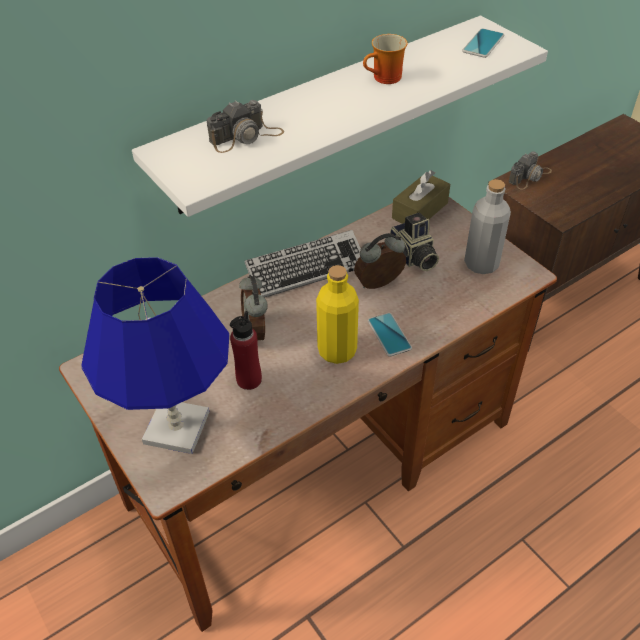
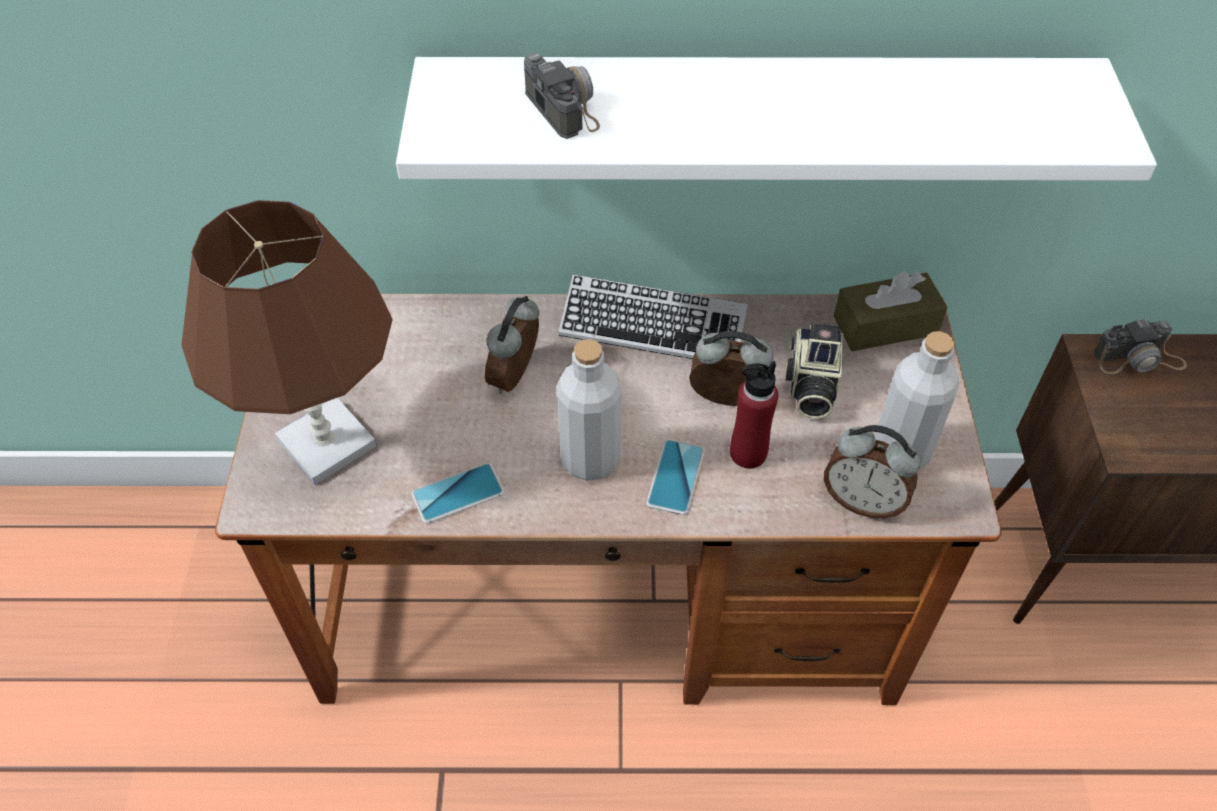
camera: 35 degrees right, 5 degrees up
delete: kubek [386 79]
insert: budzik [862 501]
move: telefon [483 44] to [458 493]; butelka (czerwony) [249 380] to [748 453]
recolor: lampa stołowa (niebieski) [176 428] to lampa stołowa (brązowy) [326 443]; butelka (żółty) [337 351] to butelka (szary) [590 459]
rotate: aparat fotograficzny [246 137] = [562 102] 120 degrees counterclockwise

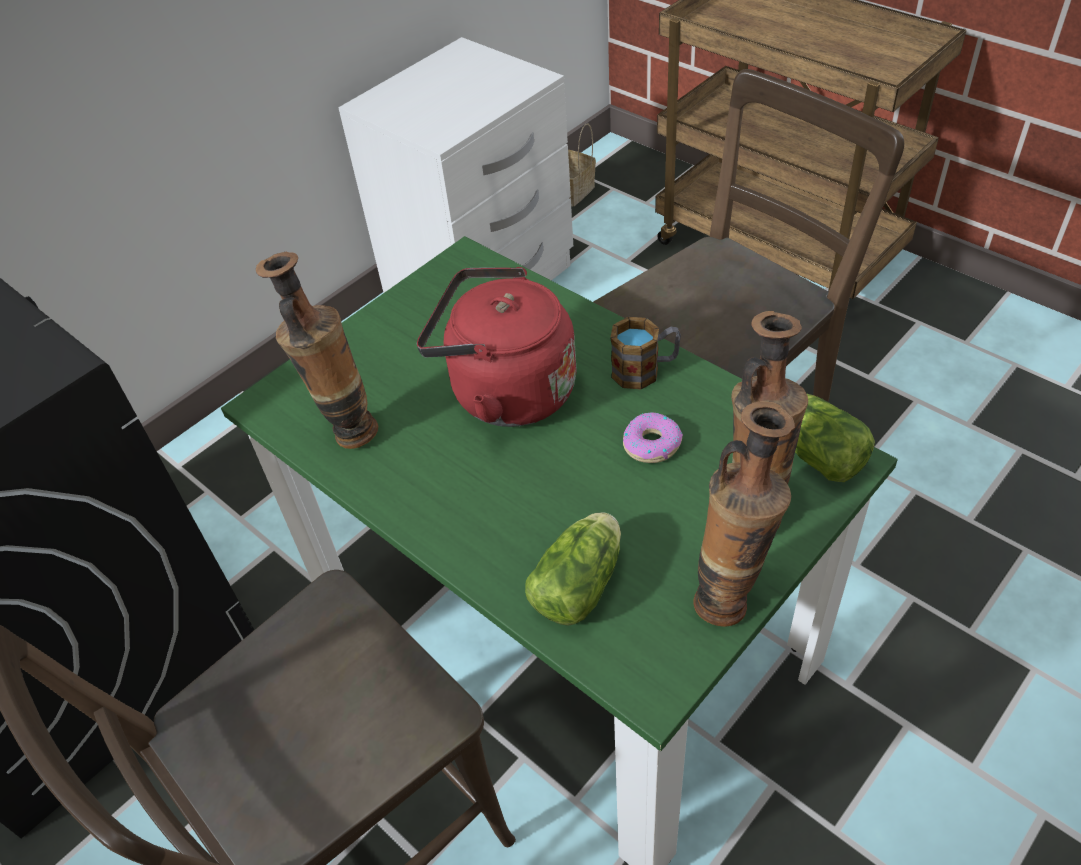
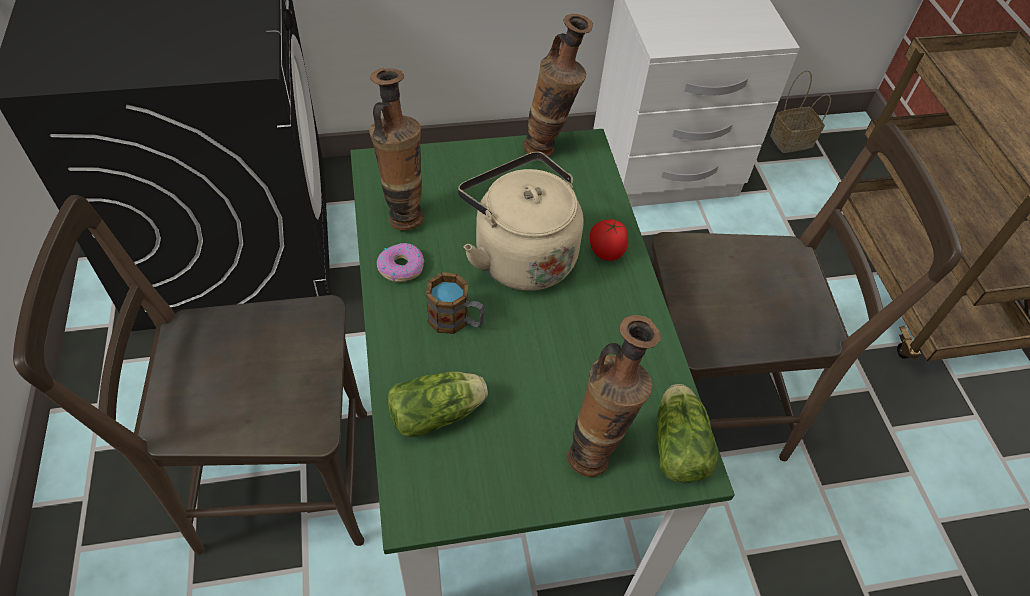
camera: 30 degrees right, 5 degrees up
insert: pomidor [606 252]
move: donut [651 444] to [401 267]; kubek [645 370] to [456 320]; wazon [731 595] to [549 150]
recolor: czajnik (czerwony) [505 391] to czajnik (beżowy) [520 255]

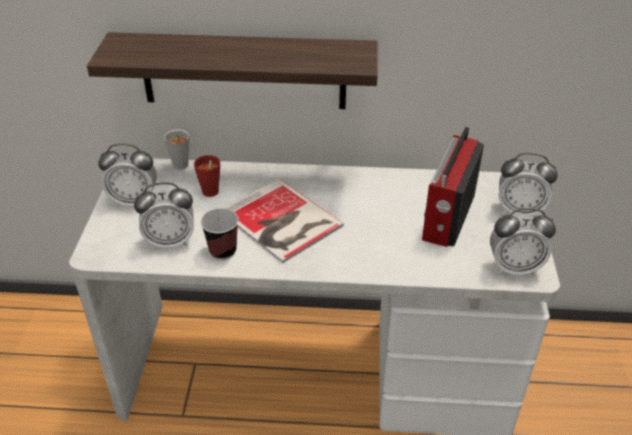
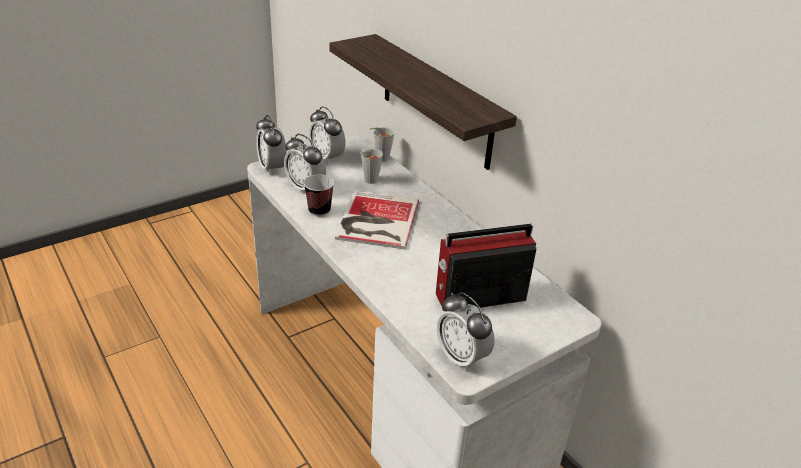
camera: 50 degrees right, 5 degrees down
move: budzik [519 211] to [272 168]
recolor: filiżanka (czerwony) [210 194] to filiżanka (szary) [368 181]

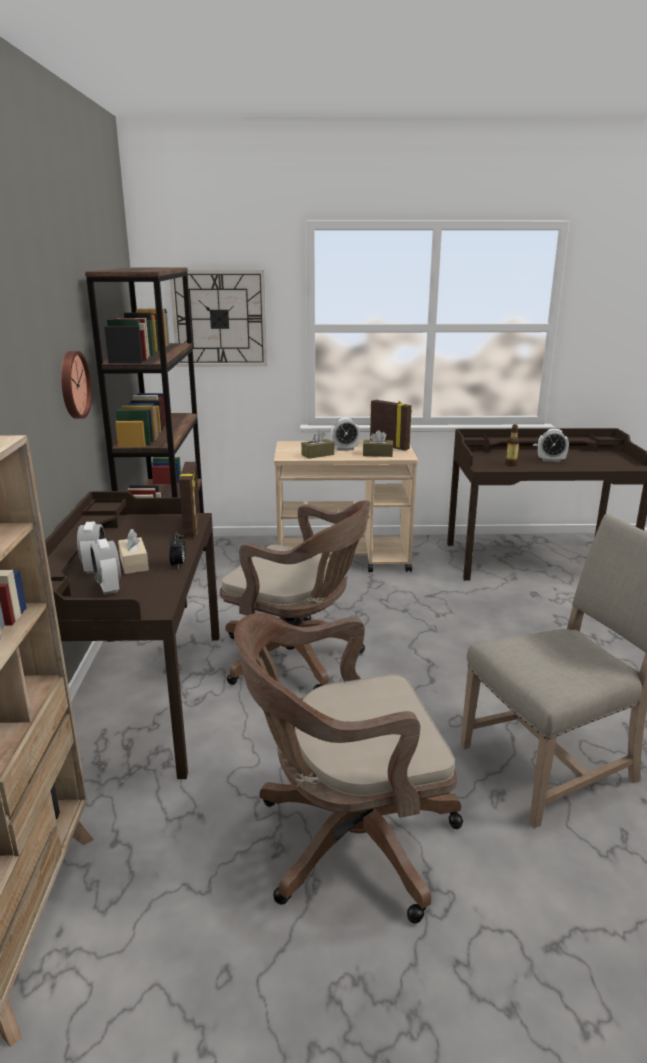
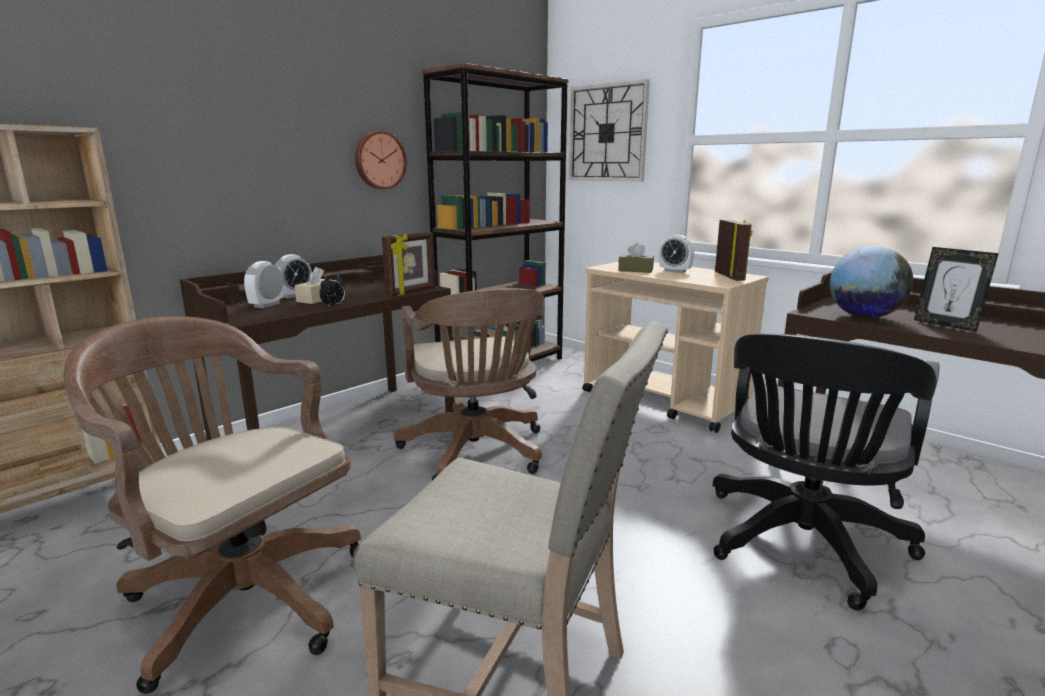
camera: 45 degrees right, 5 degrees down
delete: pudełko chusteczek (brązowy) [377 454]
insert: krzesło biurowe (czarny) [801 545]
replace: butelka [511 464] to globus [863 317]; budzik [551 460] to ramka na zdjęcie [946 325]

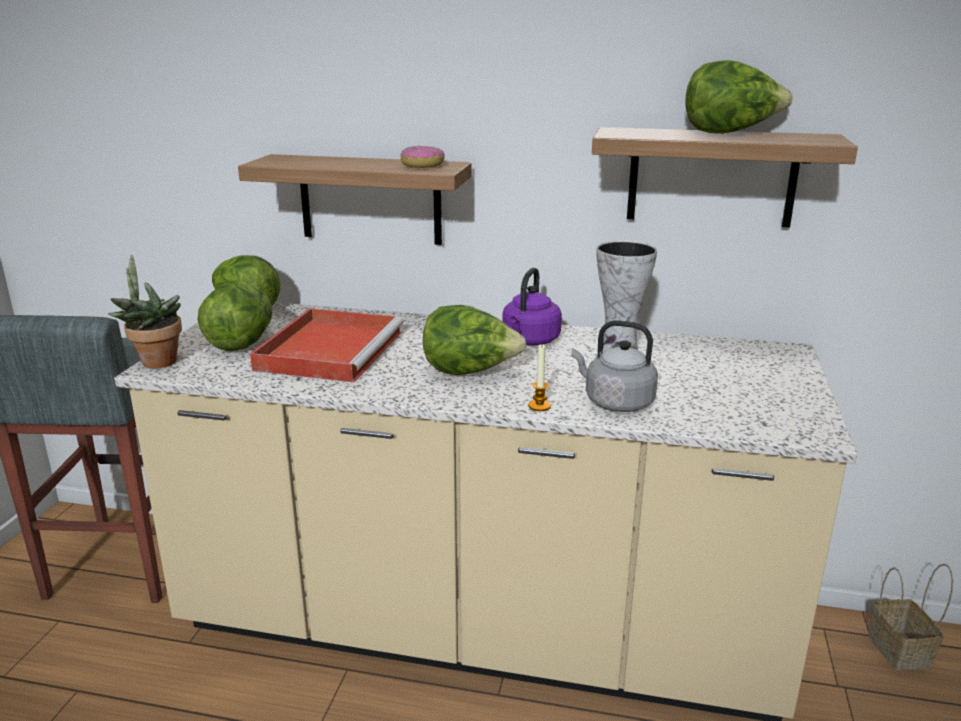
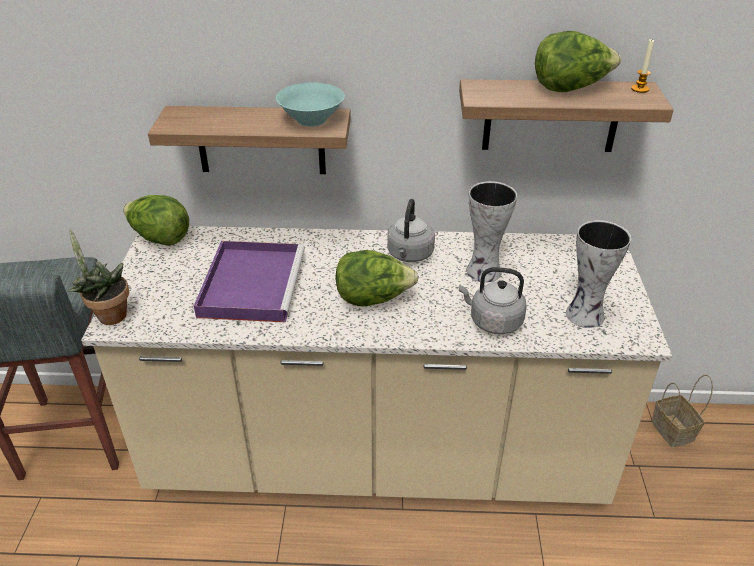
camera: 10 degrees left, 15 degrees up
delete: sałata [241 343]
insert: wazon [585 316]
move: świeca [539 406] to [640 89]
replace: donut [423 165] to miska (turkusowy) [312 120]
recolor: taca (czerwony) [331 349] to taca (fioletowy) [252 283]; czajnik (fioletowy) [529 341] to czajnik (szary) [409 255]

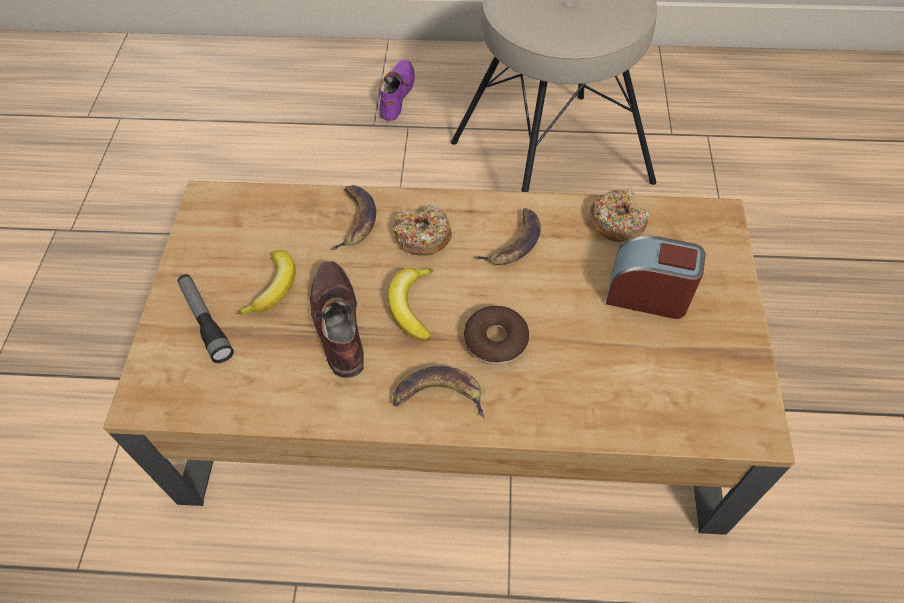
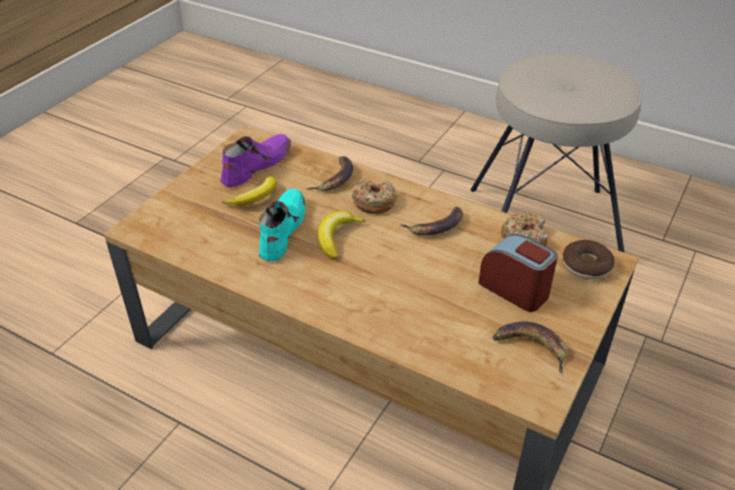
camera: 25 degrees right, 15 degrees down
delete: latarka [206 322]
move: but (fioletowy) [396 95] to [256 166]; banan [438 395] to [530 347]; donut [496 341] to [586 266]
recolor: but (brązowy) [337 323] to but (turkusowy) [281 230]

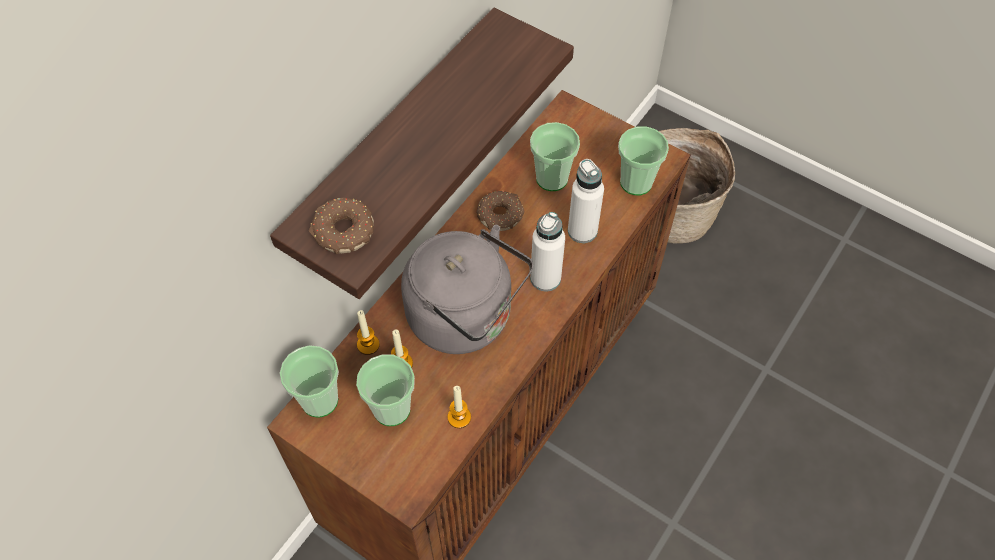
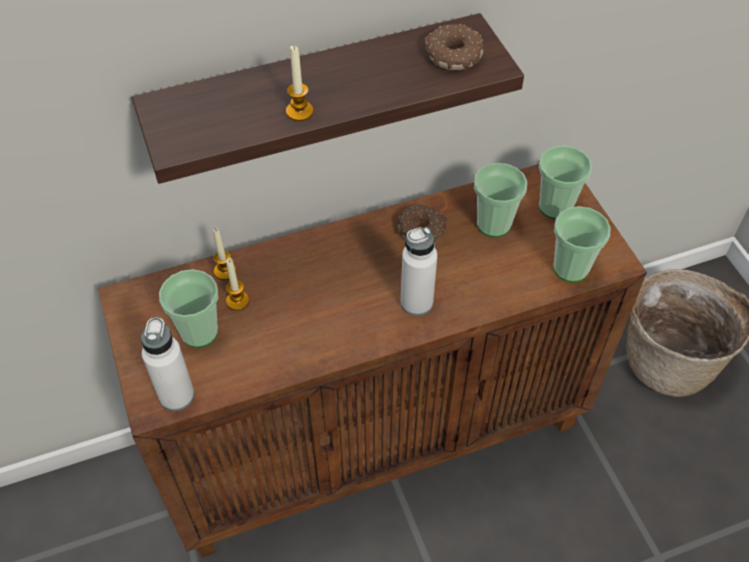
camera: 35 degrees right, 5 degrees down
delete: czajnik (szary) [466 318]
move: butelka (biały) [582 231] to [176 396]; świeca [459 417] to [299 111]; donut [342 231] to [452 55]; filiżanka [319 400] to [555 206]

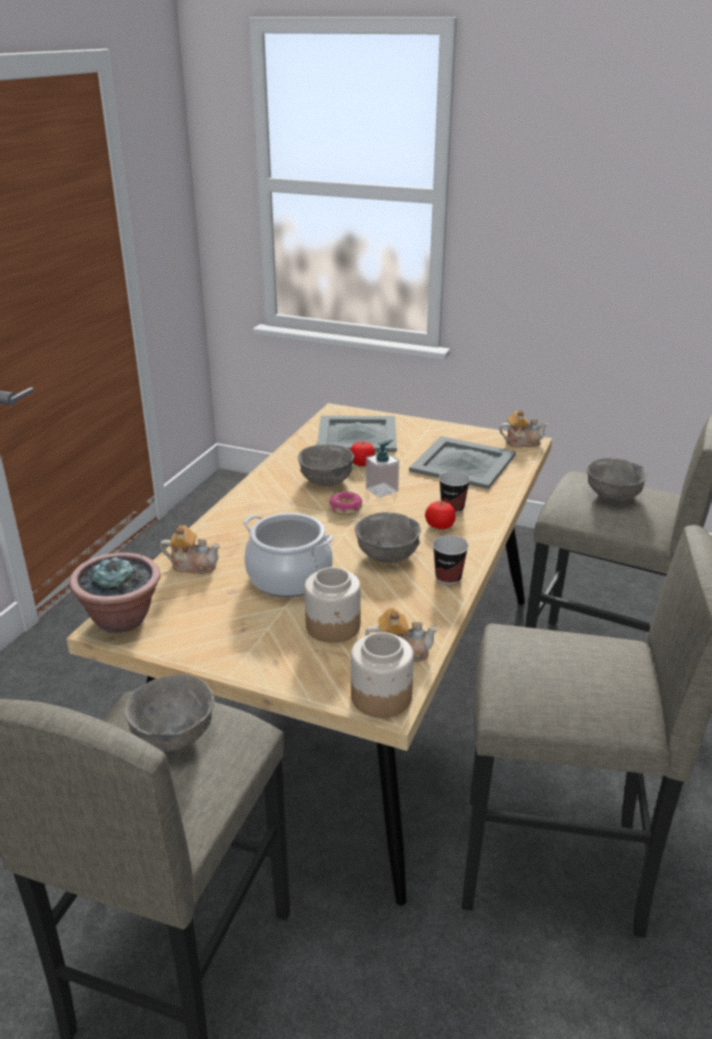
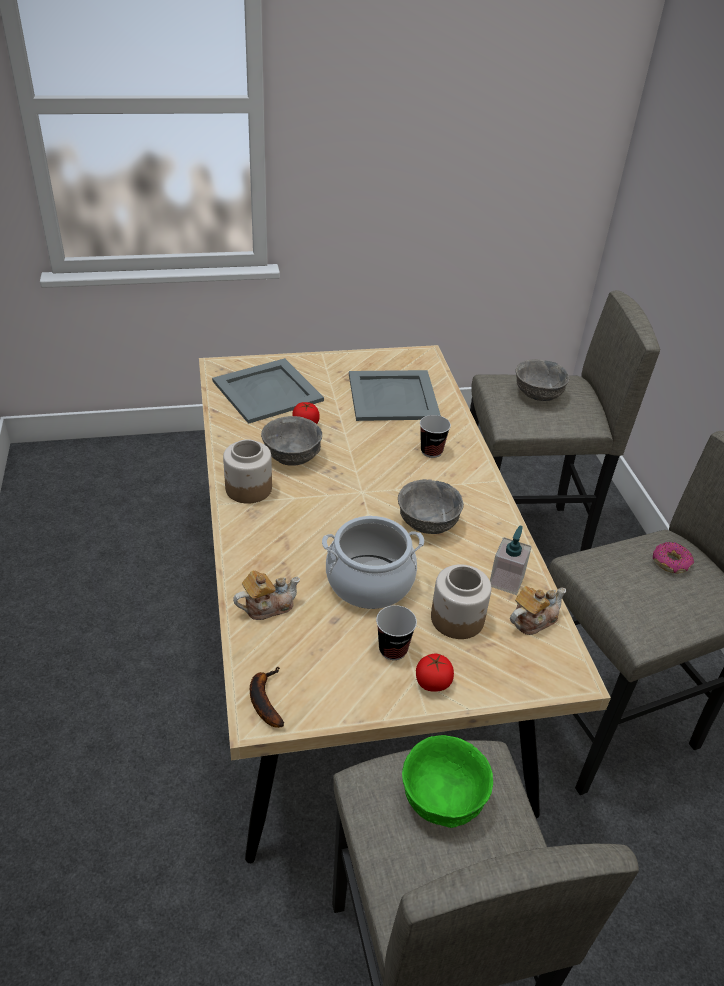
camera: 35 degrees left, 10 degrees up
delete: imbryk [521 442]
move: słoik [380 697] to [248 489]; filiżanka [448 578] to [393 649]; pomidor [439 526] to [432 682]; dozownik mydła [382 490] to [506 581]; donut [345 508] to [671 563]
replace: roślina doniczkowa [122 619] to banan [264 699]
recolor: miska (szary) [174 735] to miska (zielony) [444 798]

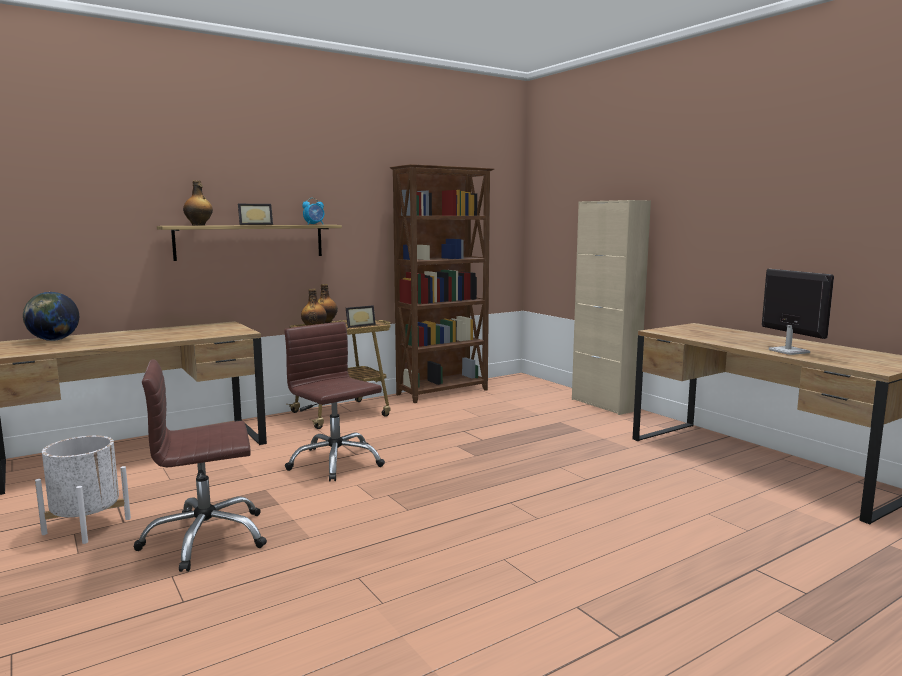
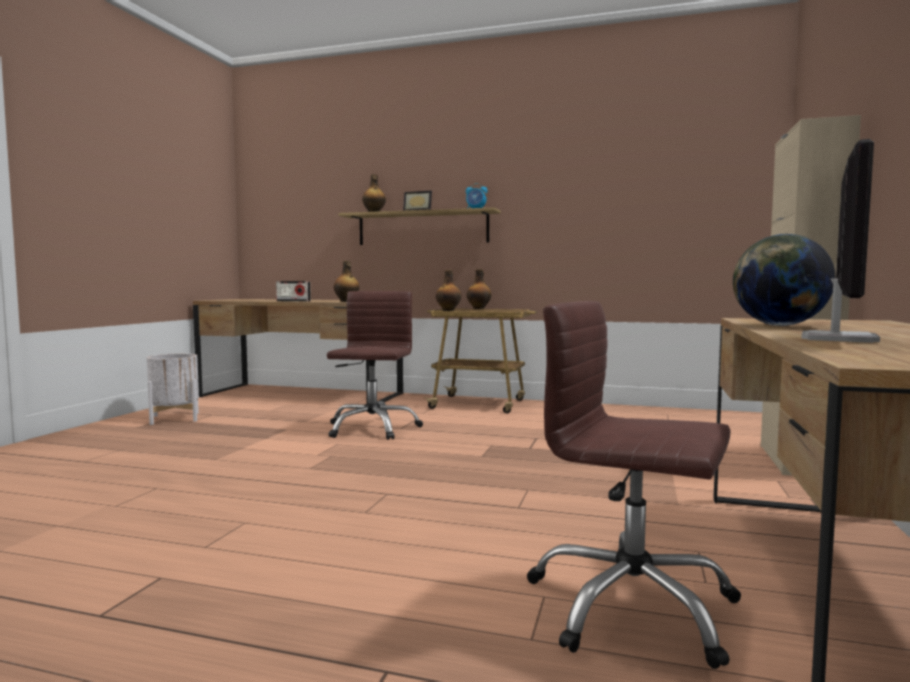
camera: 50 degrees right, 5 degrees down
delete: ramka na zdjęcie [359 325]; regał (brązowy) [443 392]
insert: radio [293 301]; butelka [346 301]
move: krzesło biurowe (brązowy) [206 538] to [631 606]; globus [54 340] to [779 325]

